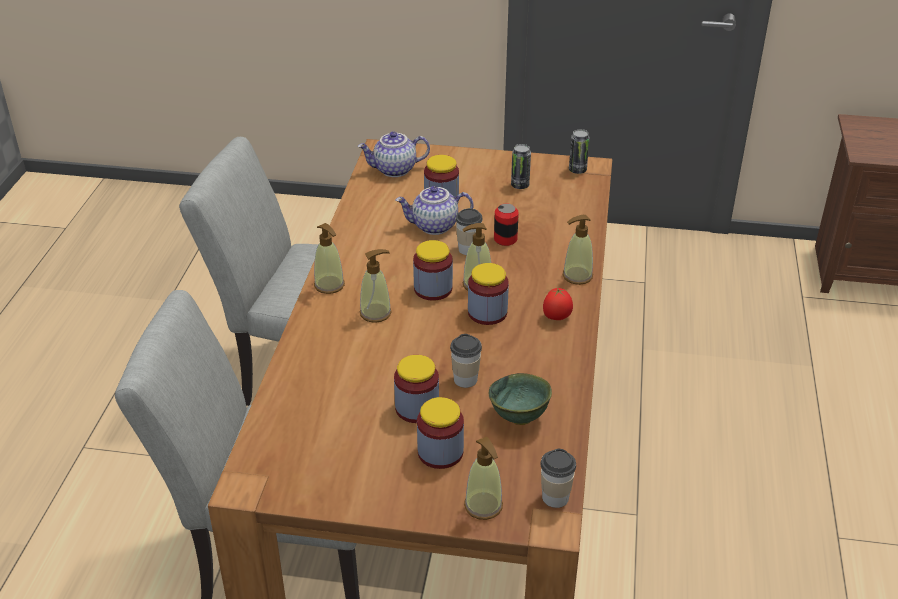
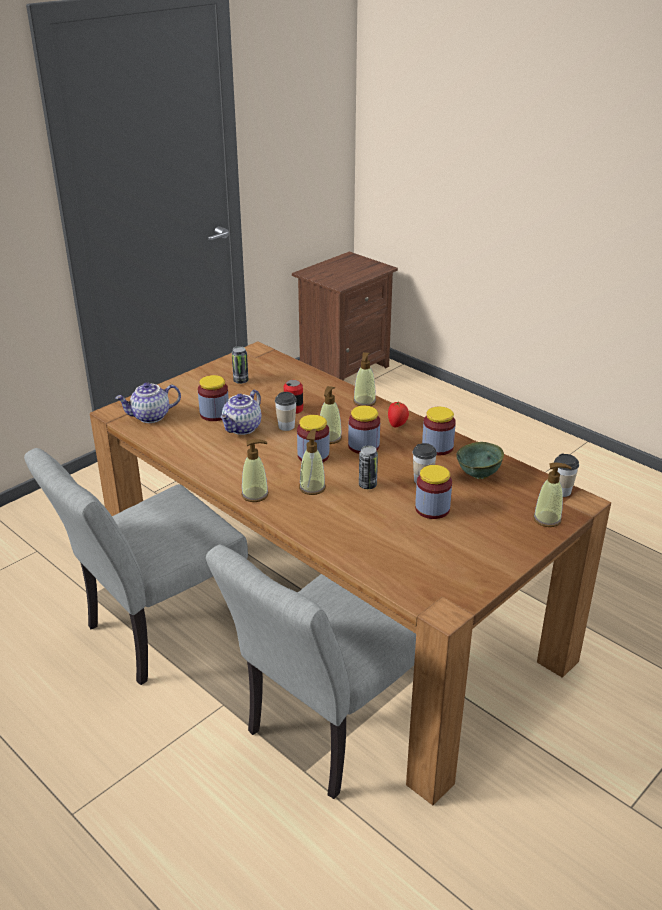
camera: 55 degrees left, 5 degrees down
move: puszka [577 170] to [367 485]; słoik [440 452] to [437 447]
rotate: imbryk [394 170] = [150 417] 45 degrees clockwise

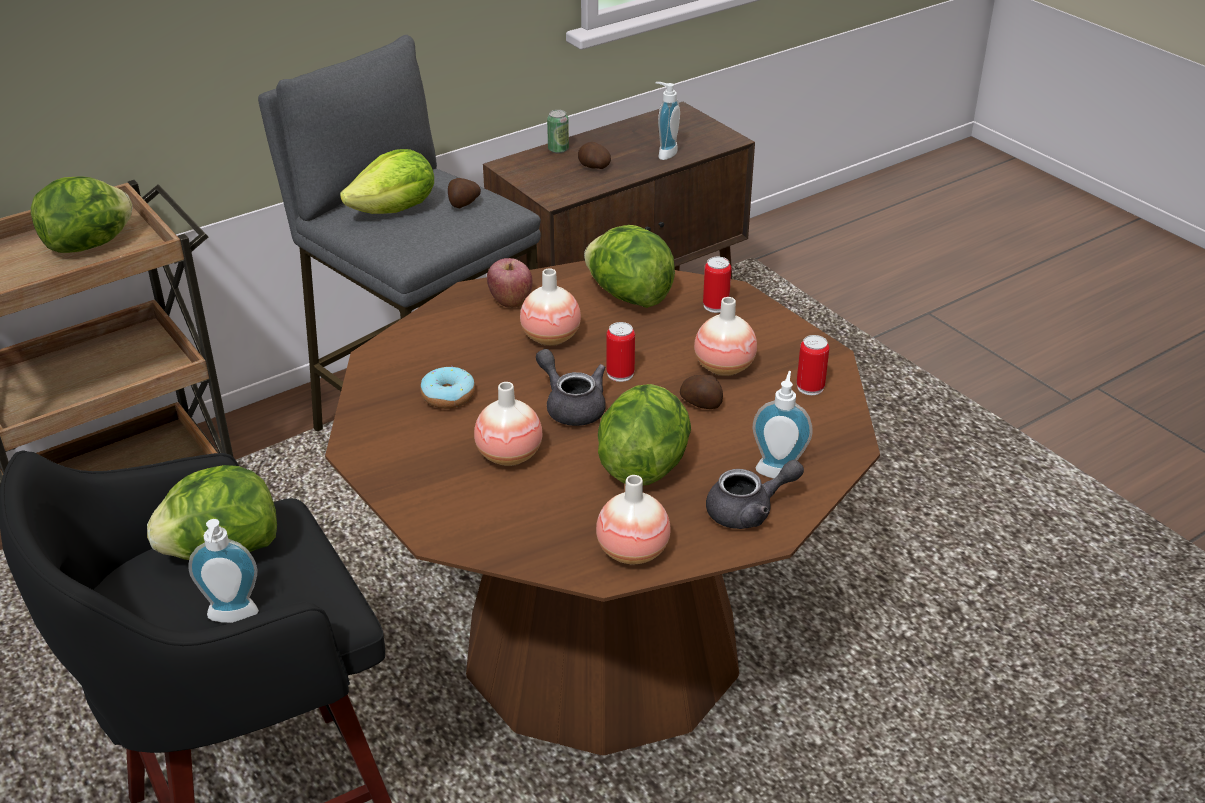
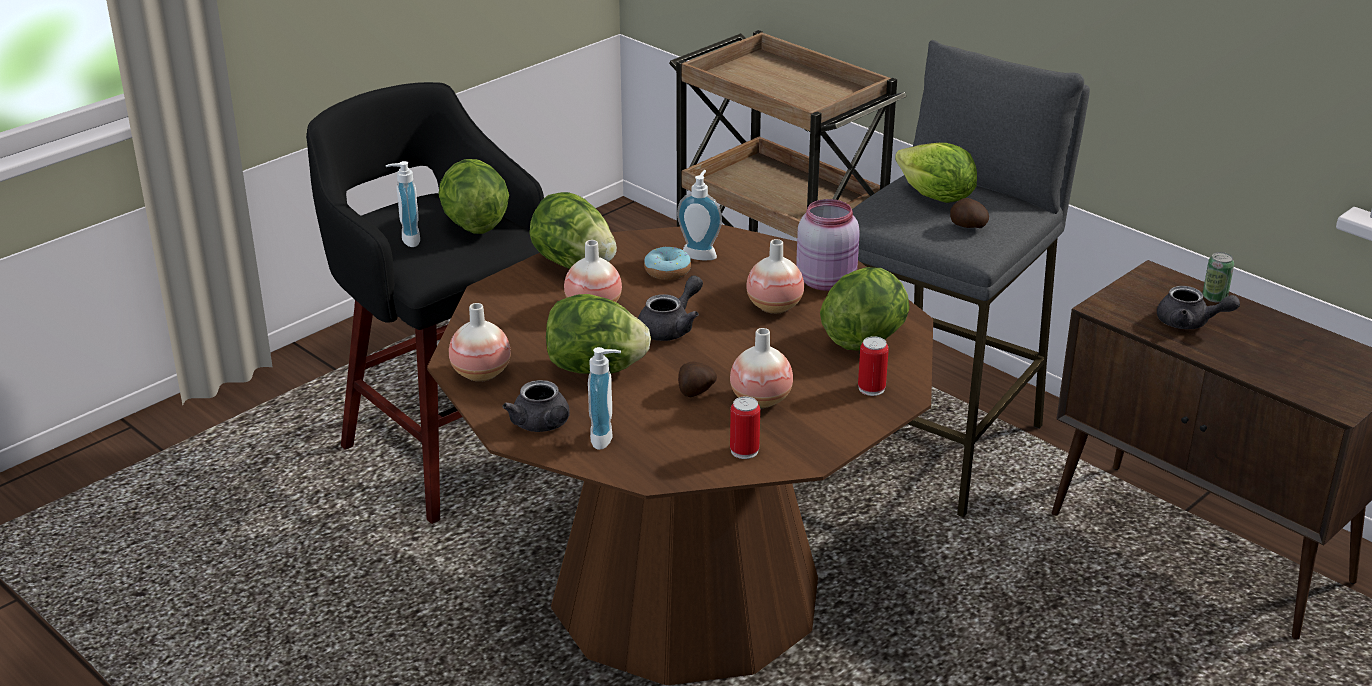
camera: 80 degrees right, 5 degrees down
delete: puszka [620 374]
move: sałata [90 245] to [573 264]; dozownik mydła [664 153] to [700 254]
replace: jabłko [510 301] to słoik (różowy) [827 281]; ziemniak [593 167] to imbryk (szary) [1189 323]

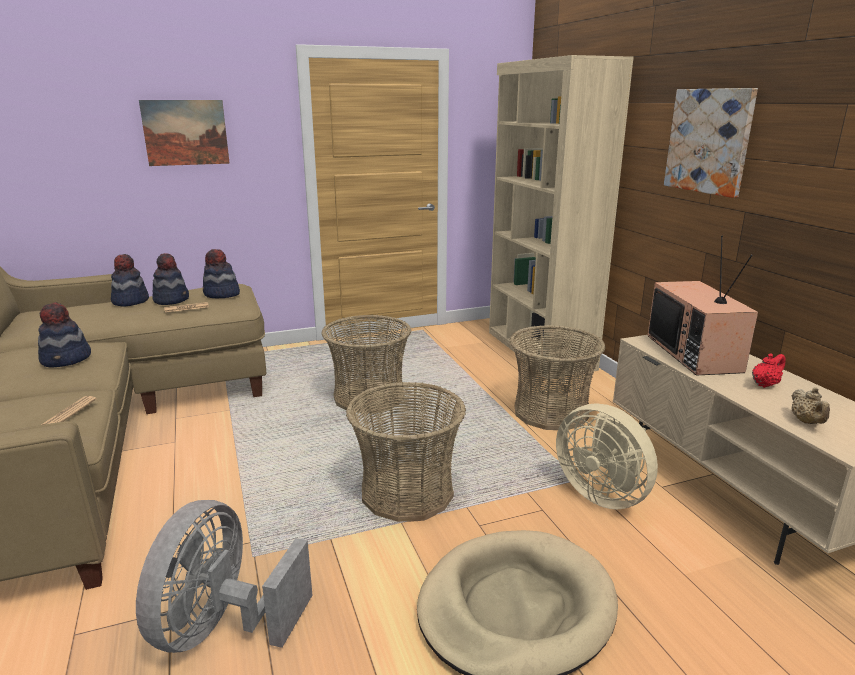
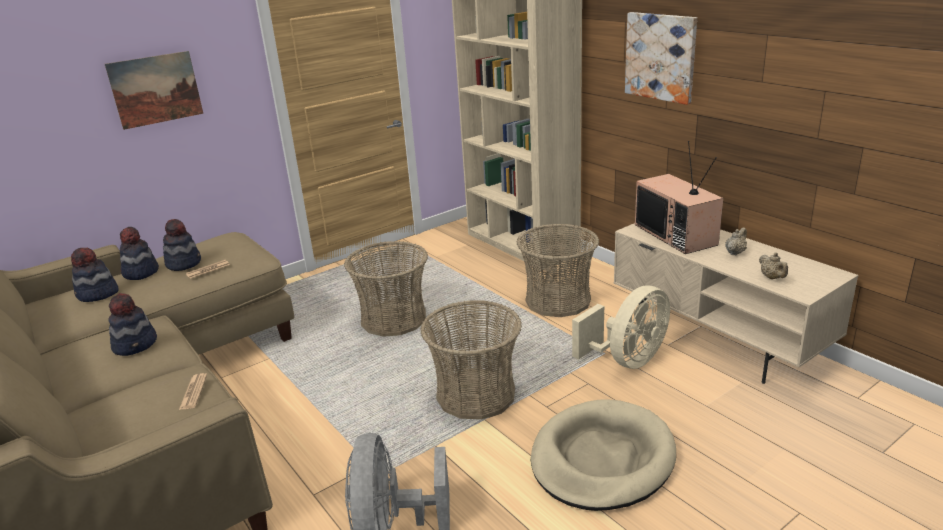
camera: 15 degrees left, 5 degrees up
move: kapelusz [221 294] to [97 294]
recolor: imbryk (czerwony) [765 384] to imbryk (beżowy) [735 252]
rotate: wentylator (beżowy) [603 493] = [627 360] 75 degrees counterclockwise

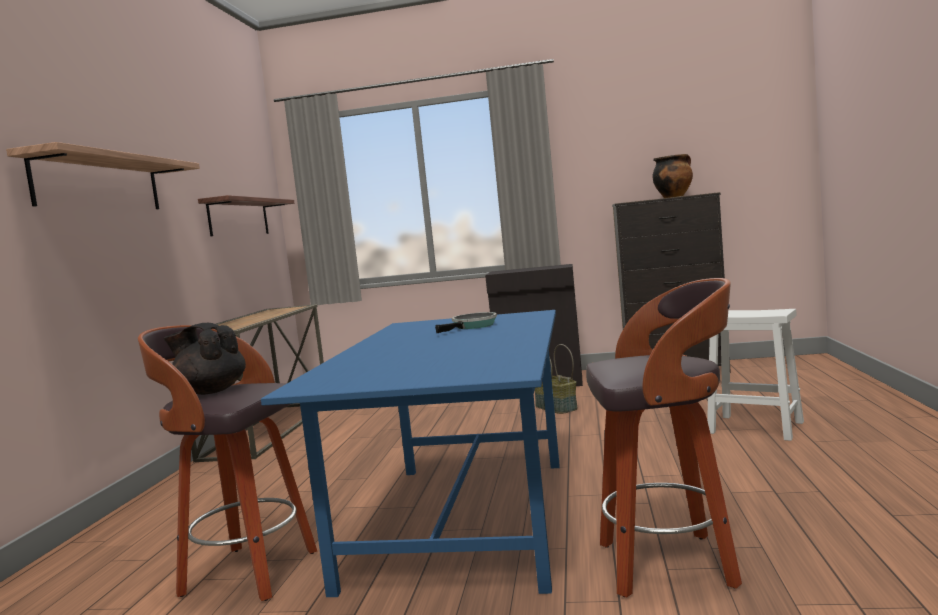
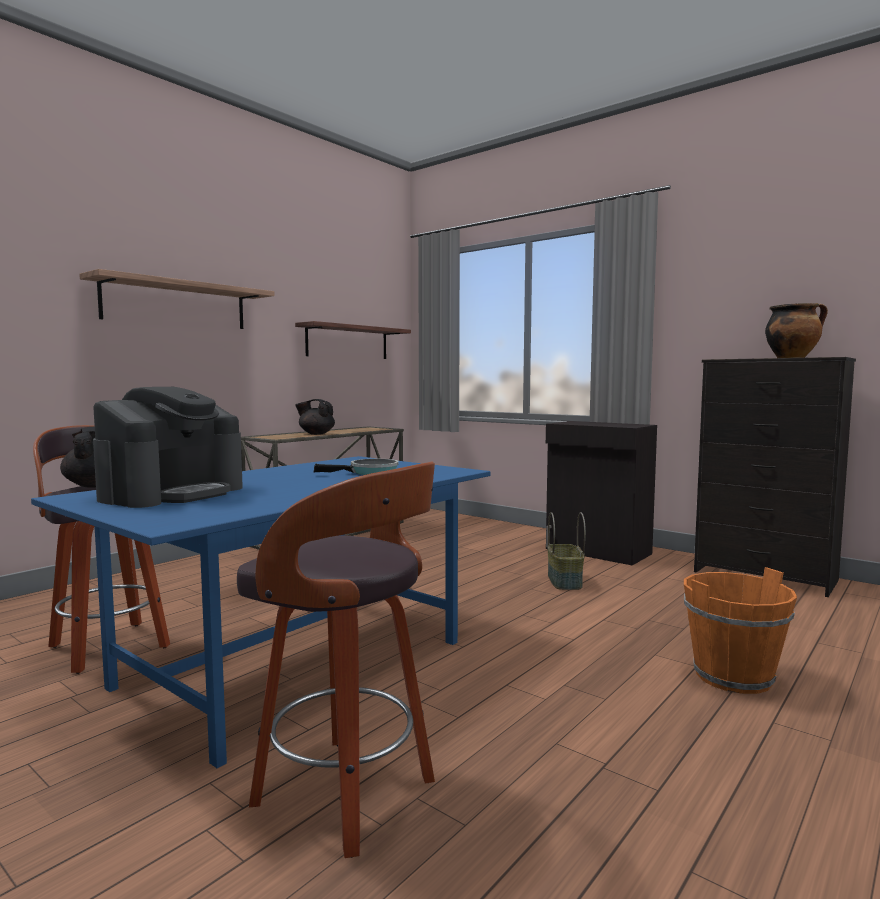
camera: 30 degrees right, 0 degrees up
insert: ekspres do kawy [173 493]; imbryk (czarny) [316 434]
replace: stołek (biały) [757 427] to wiadro (pomarańczowy) [733 677]

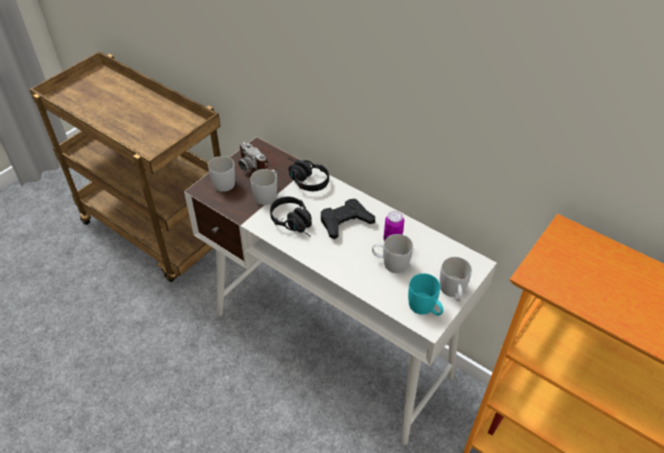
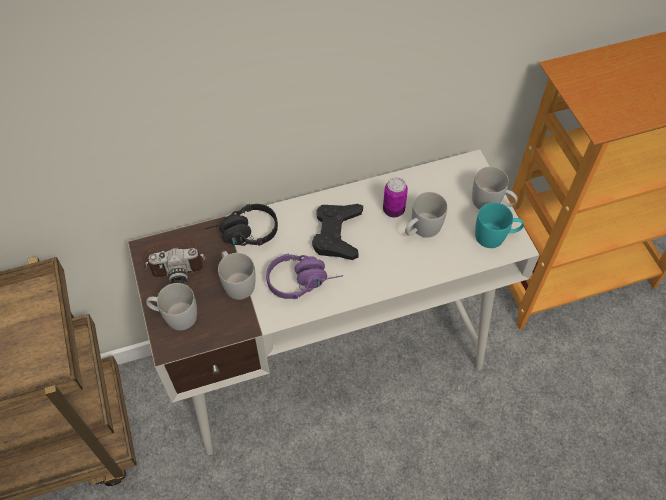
camera: 55 degrees left, 10 degrees up
recolor: słuchawki (czarny) [295 224] to słuchawki (fioletowy) [304 280]

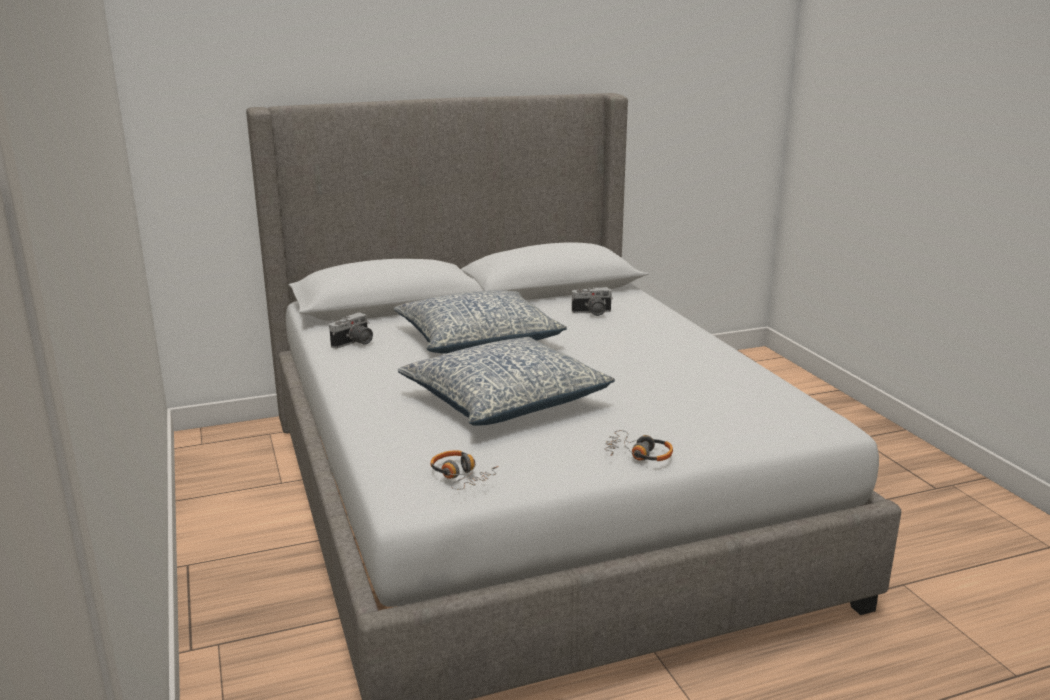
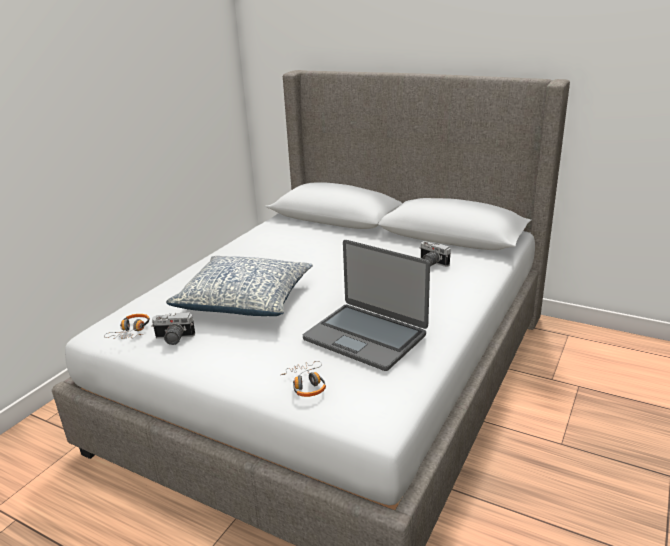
camera: 50 degrees right, 5 degrees up
delete: poduszka [478 340]
insert: laptop [366 336]
move: aparat fotograficzny [354 343] to [173 339]; słuchawki [638 454] to [306 384]

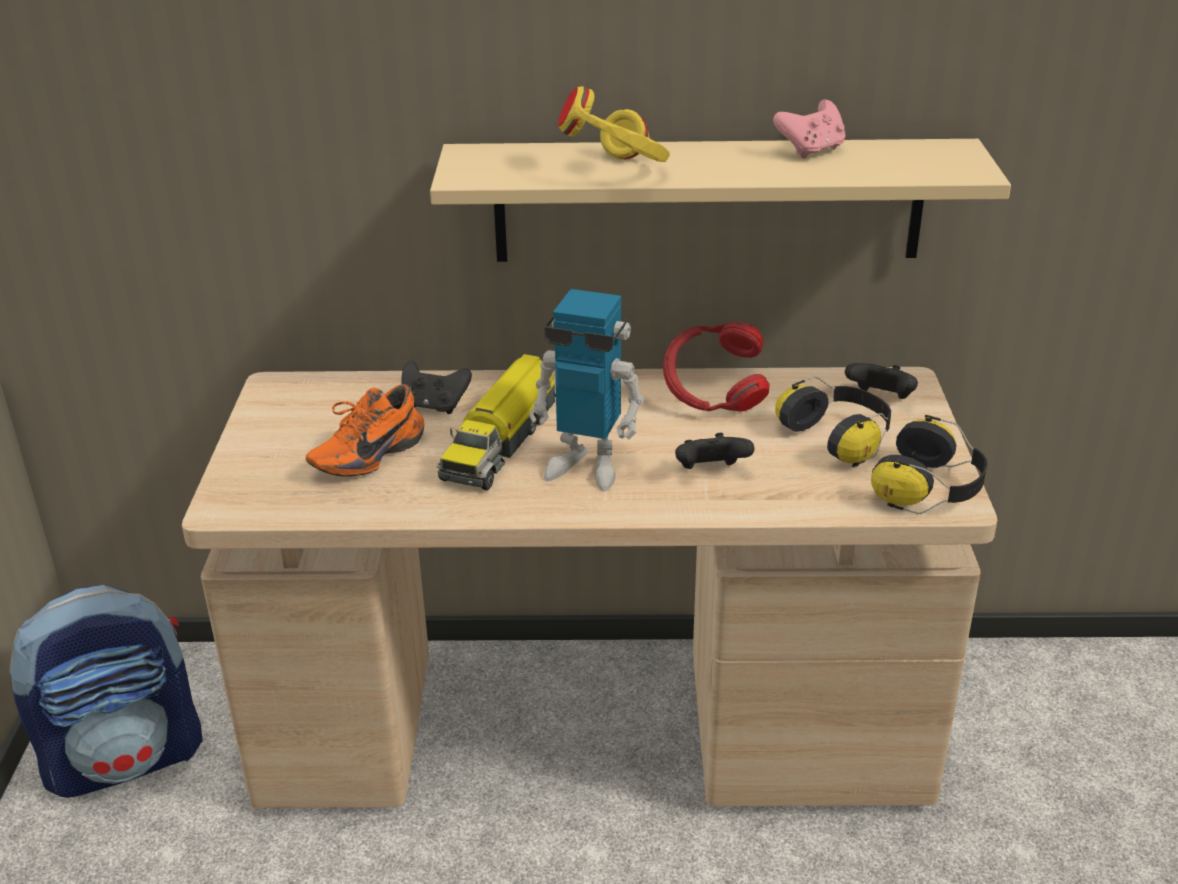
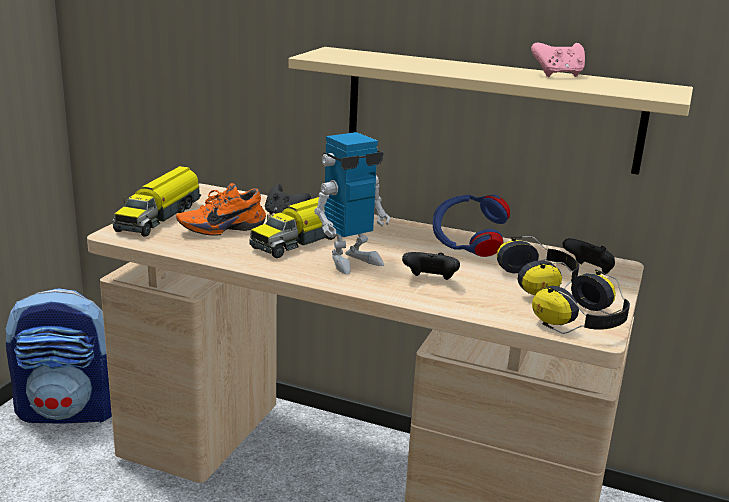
camera: 20 degrees right, 10 degrees down
delete: słuchawki (żółty) [618 172]
insert: ciężarówka zabawkowa [160 216]
recolor: słuchawki (czerwony) [713 399] to słuchawki (niebieski) [467 247]
rotate: robot zabawkowy [586 466] = [350 260] 75 degrees counterclockwise

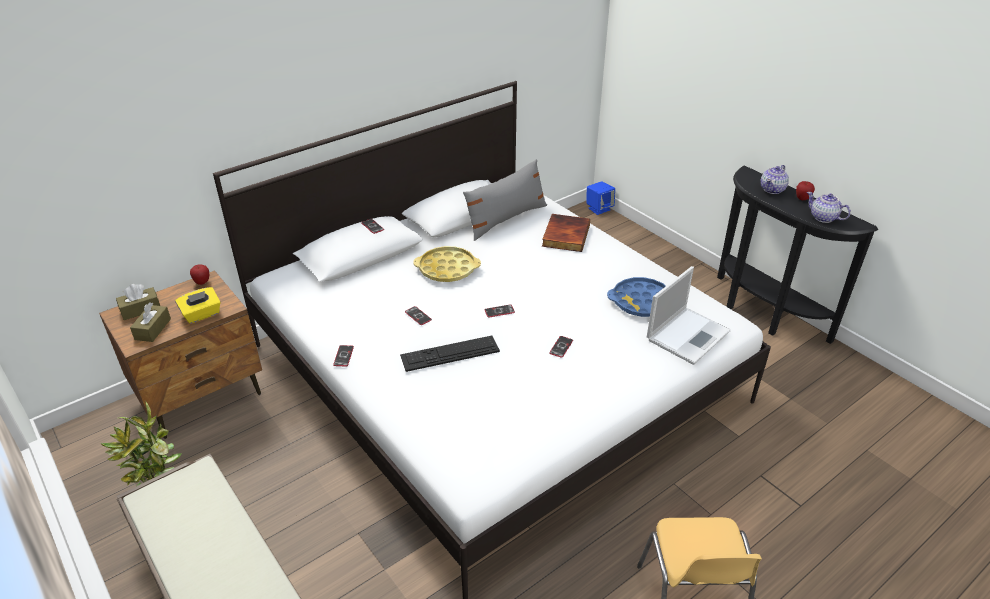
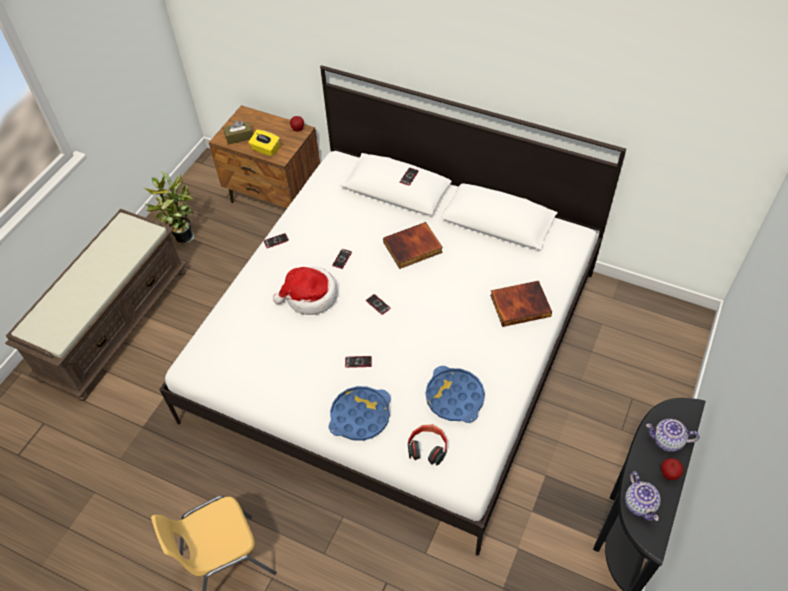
camera: 65 degrees right, 15 degrees up
delete: pudełko chusteczek (brązowy) [140 309]; poduszka (szary) [506 219]; głośnik (niebieski) [599 209]
insert: taca (niebieski) [360 416]
replace: klawiatura [450 353] to kapelusz [310 296]; taca (żółty) [447 269] to książka [413 248]; laptop [688 334] to słuchawki [428 447]
rotate: imbryk [823 218] = [640 503] 150 degrees clockwise

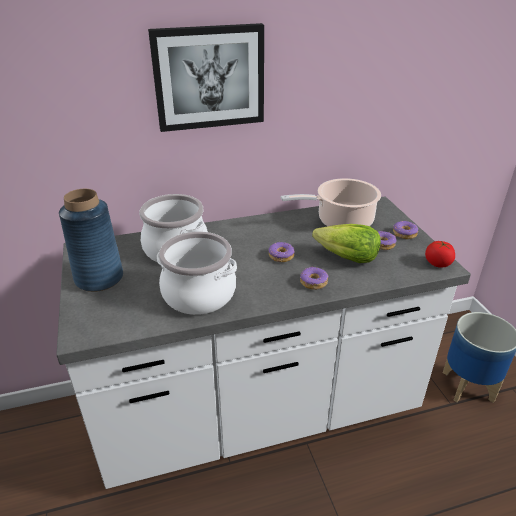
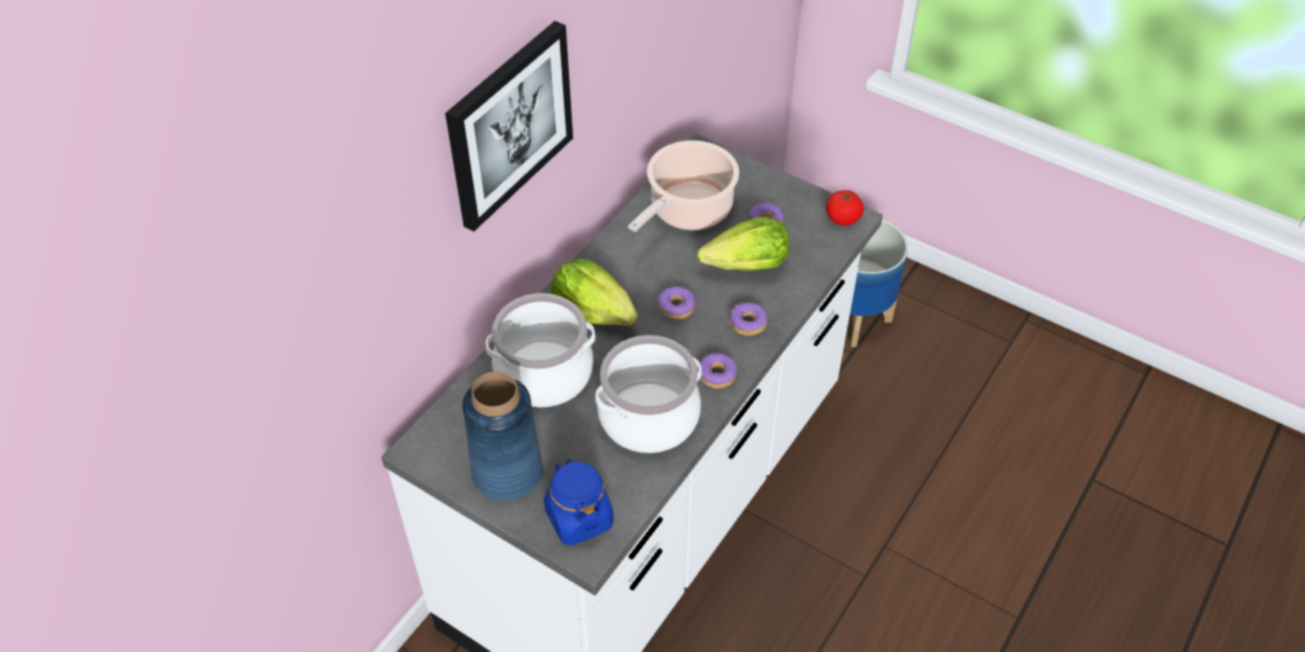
camera: 40 degrees left, 15 degrees up
insert: słoik (niebieski) [579 518]; sałata [594 311]
move: donut [404 234] to [717 375]

